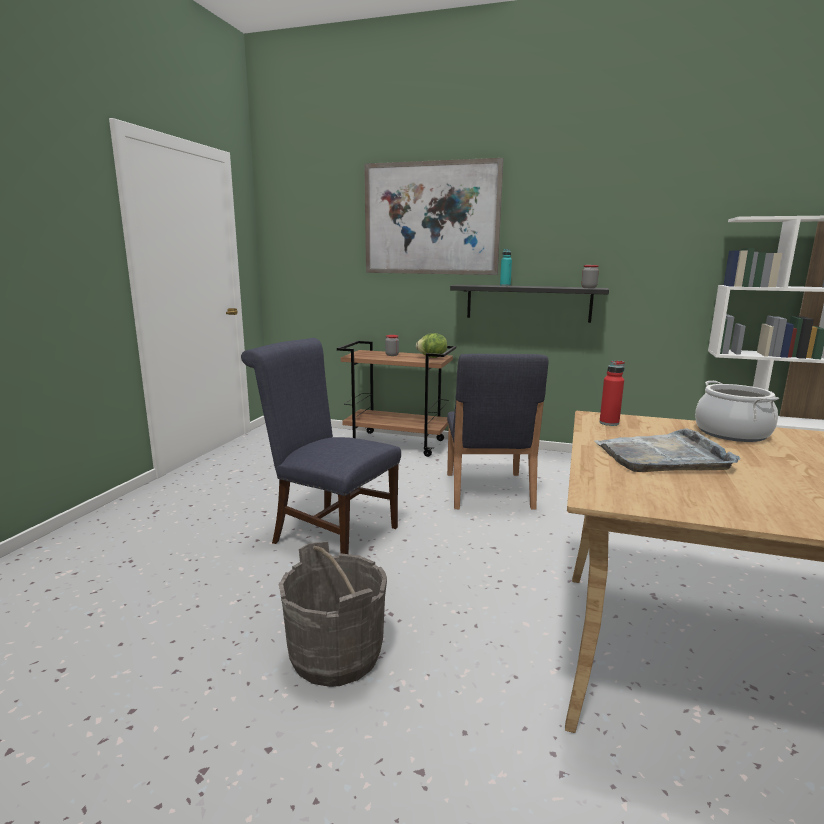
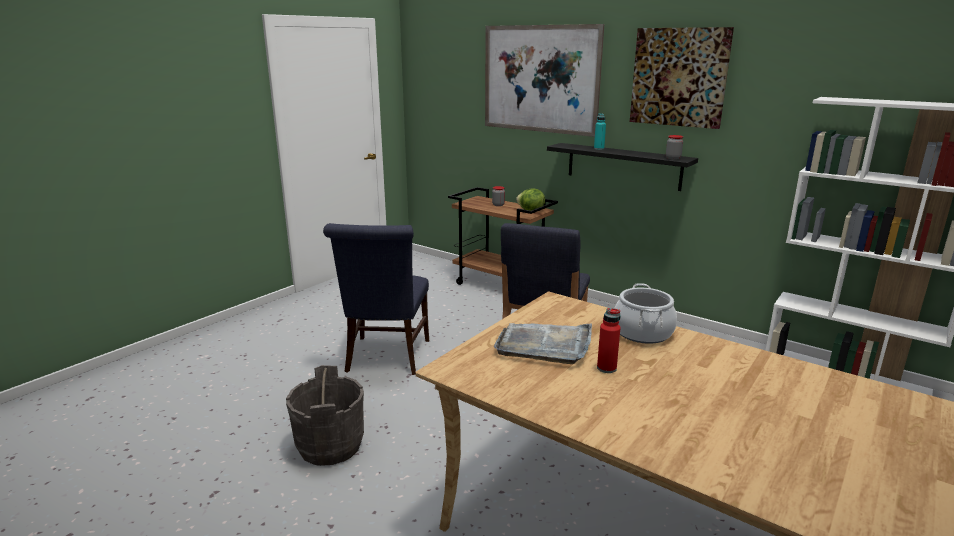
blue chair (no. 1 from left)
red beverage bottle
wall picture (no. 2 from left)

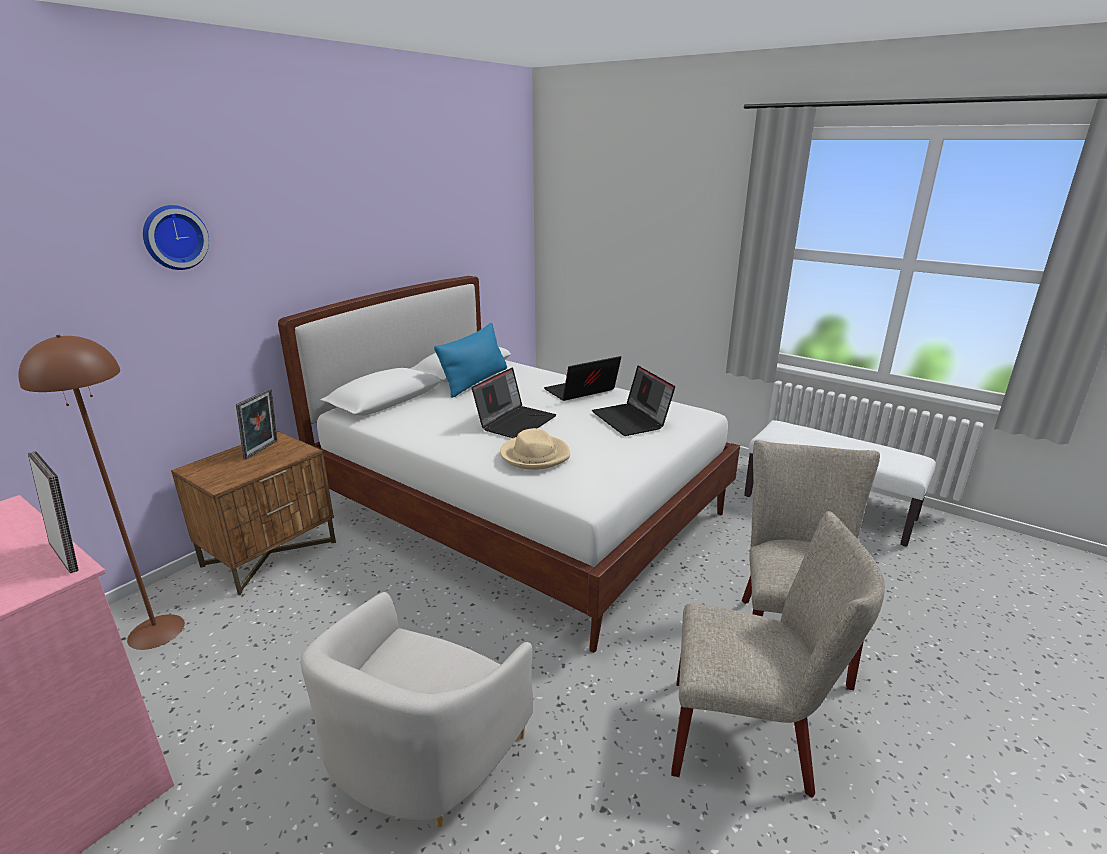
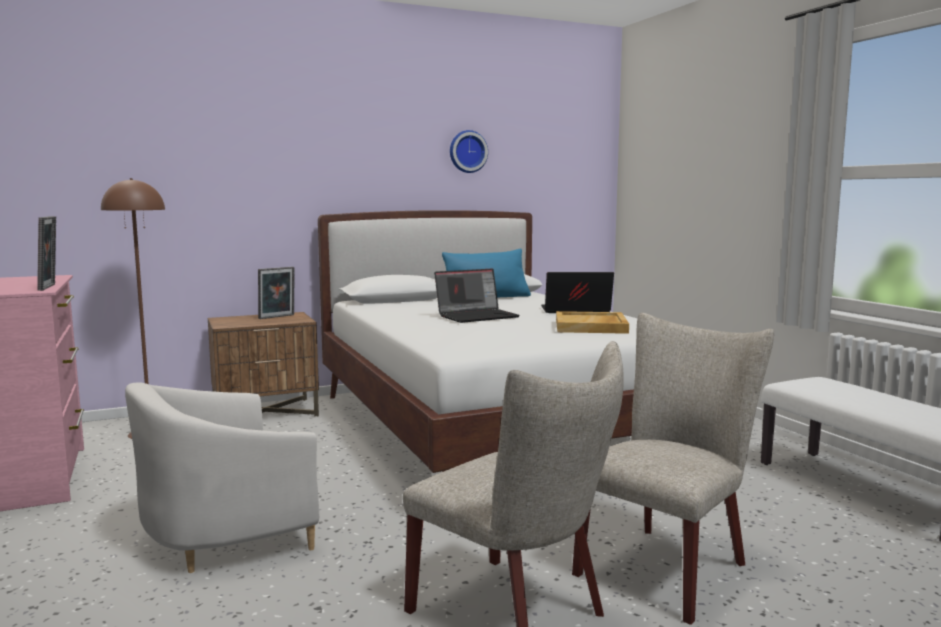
hanging clock
sand-coloured tray
sand-coloured wearable hat

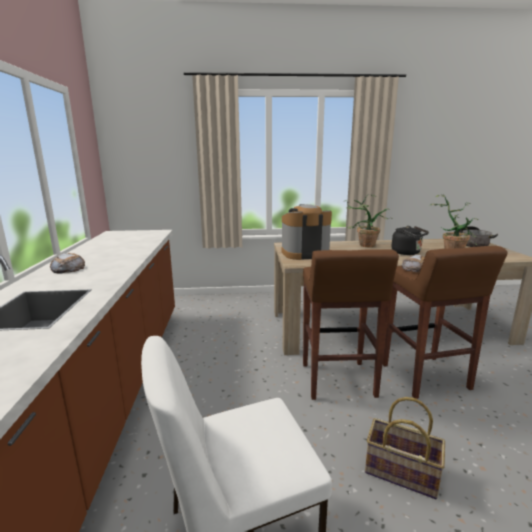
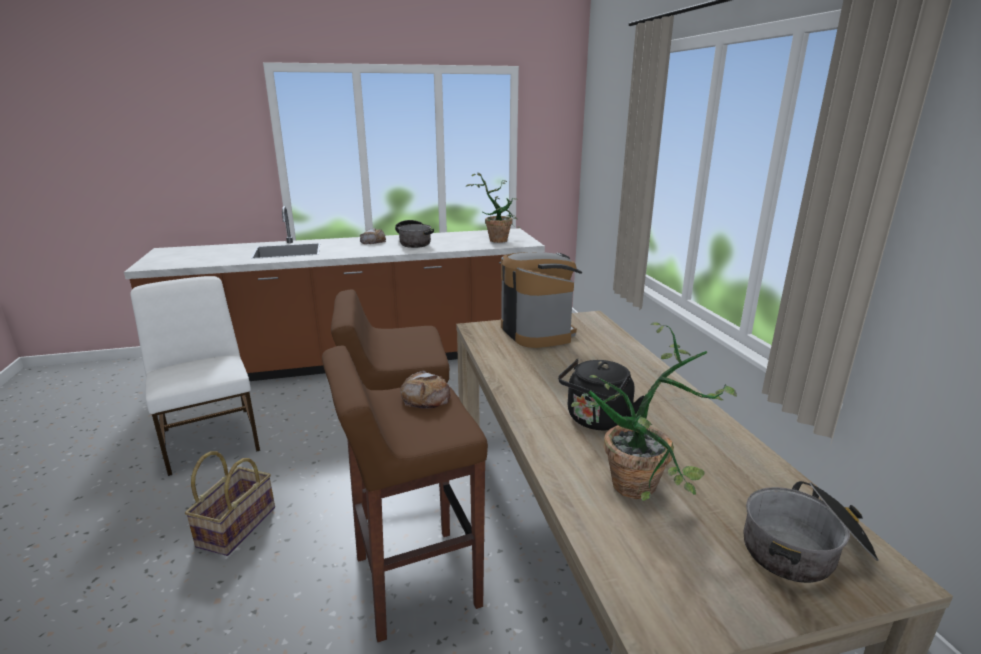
houseplant (no. 1 from left)
stockpot (no. 1 from left)

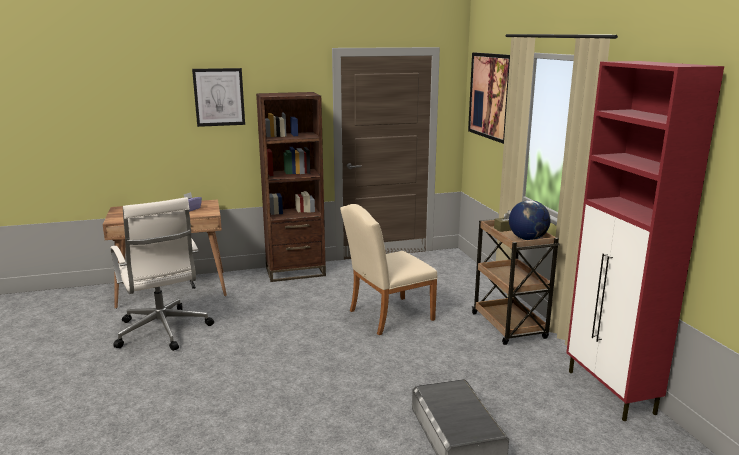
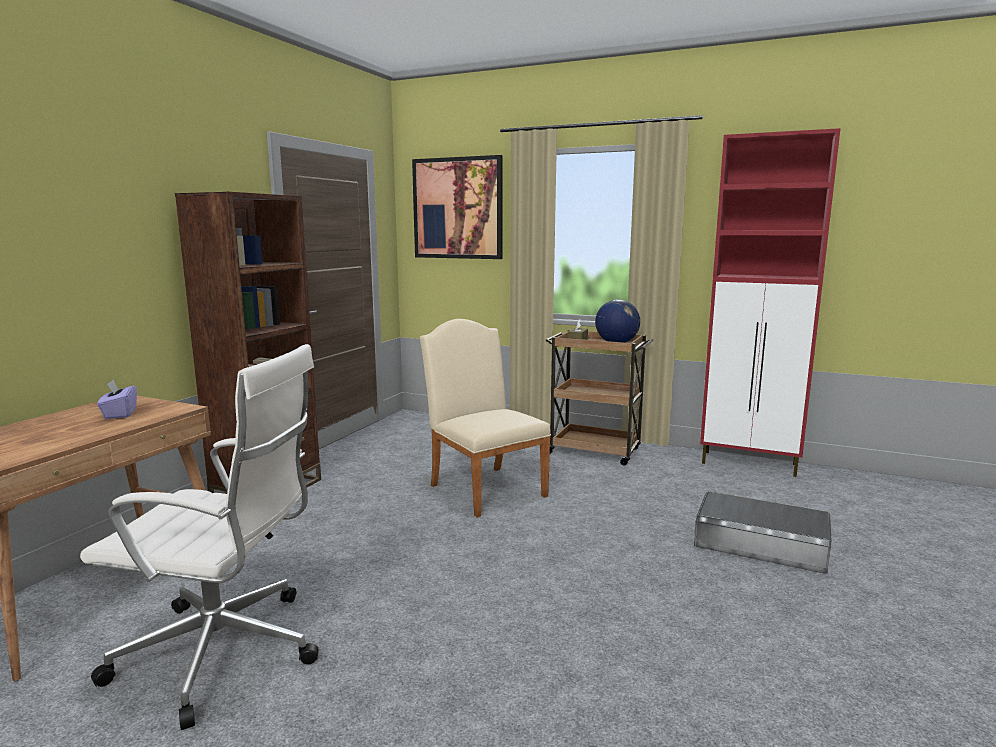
wall picture (no. 1 from left in the first image)
sand-coloured chair

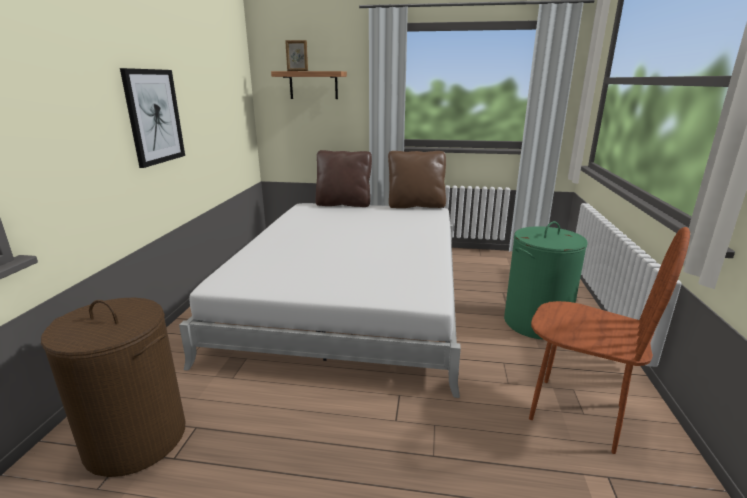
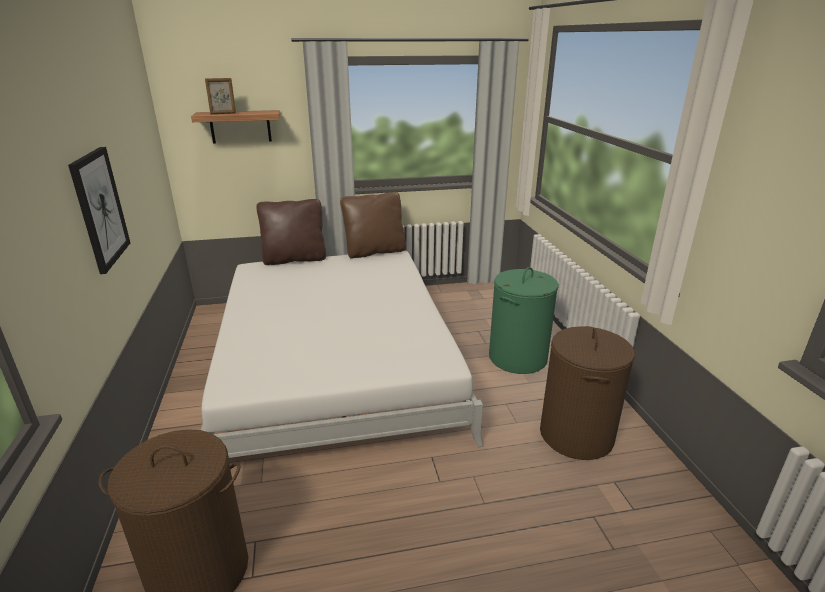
brown-coloured laundry basket (no. 2 from left)

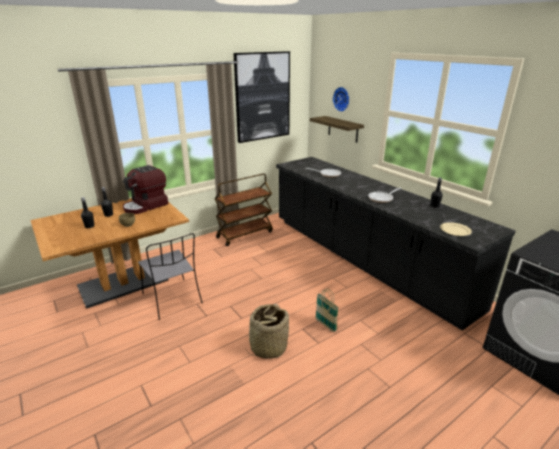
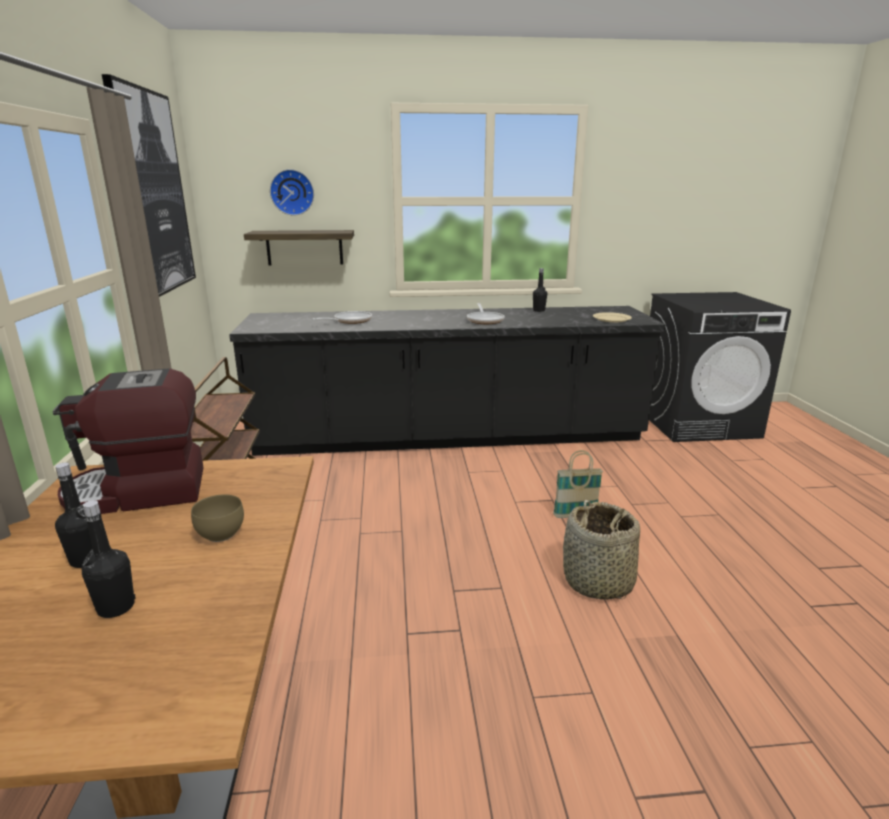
coffee maker
greyish chair

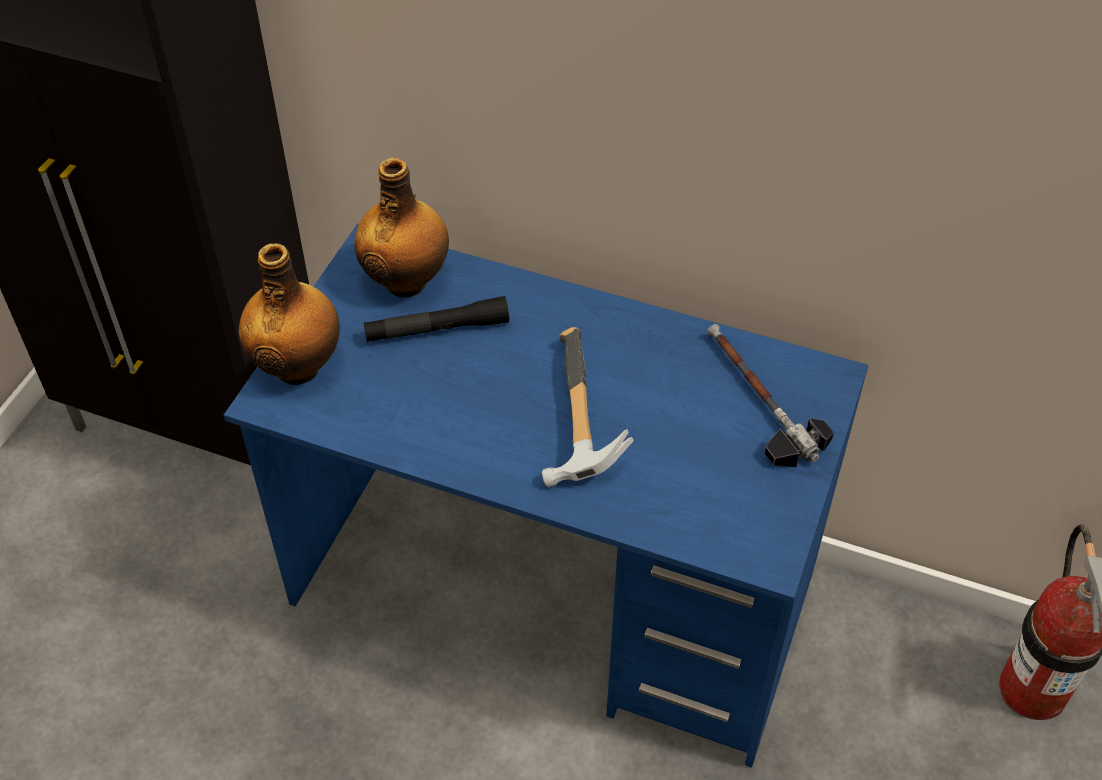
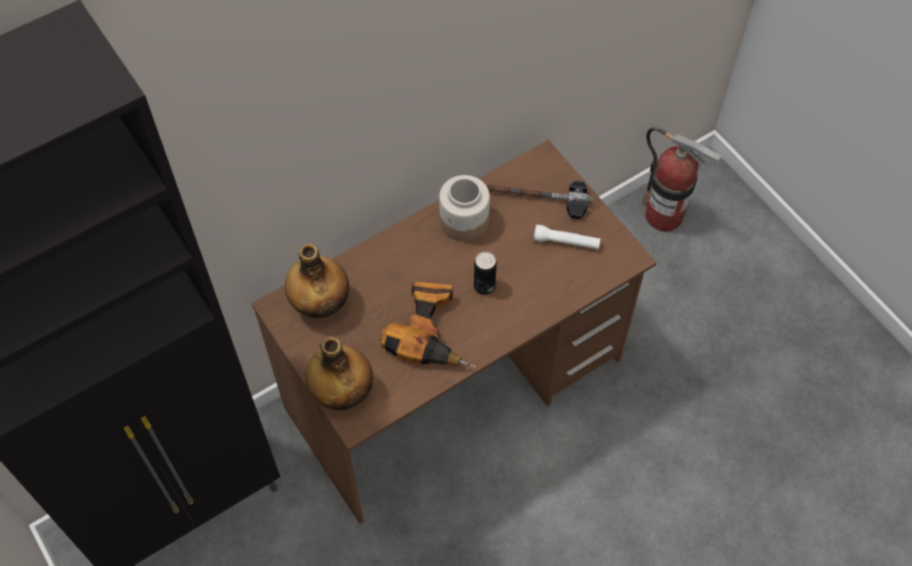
brown-coloured desk table
black-coloured hand torch
sealed can
jar
white hand torch
power drill

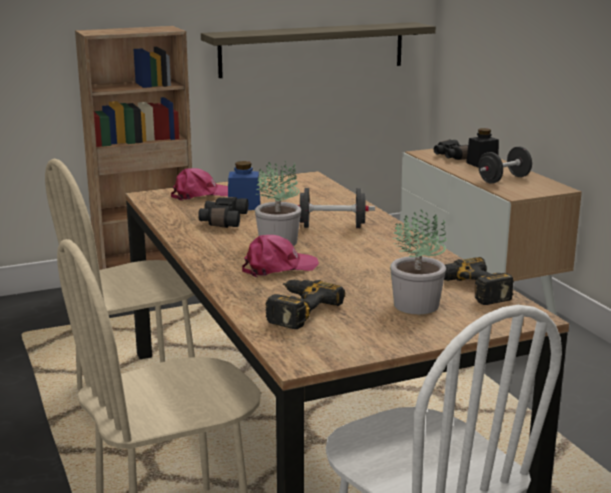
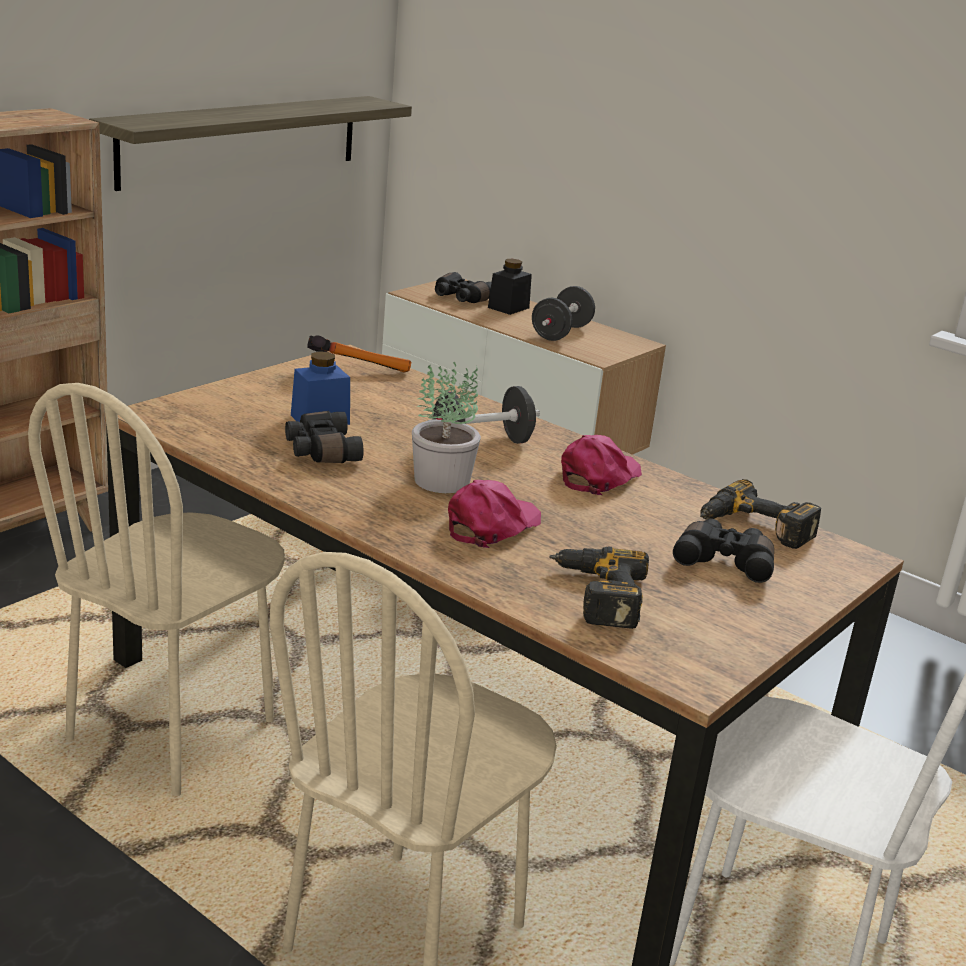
pink-coloured baseball cap (no. 2 from left)
black-coloured field glasses (no. 3 from left)
tool hammer

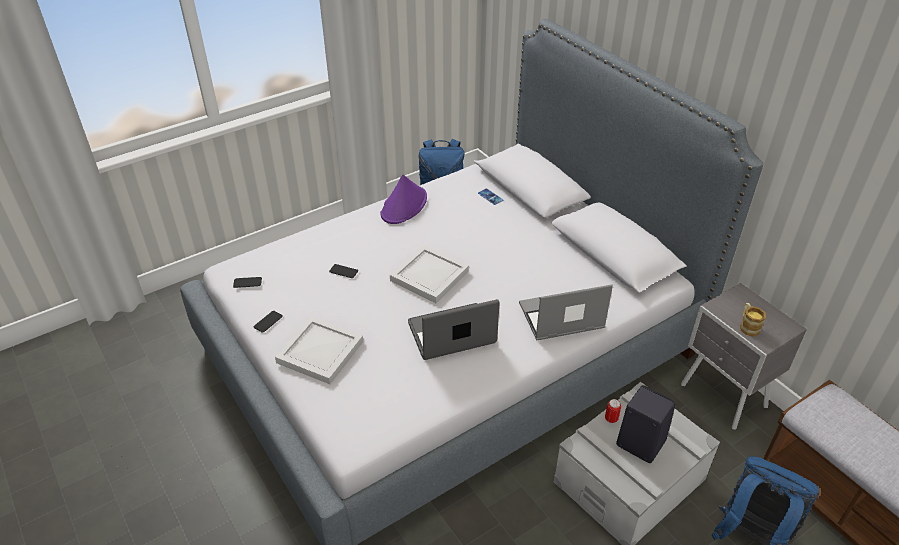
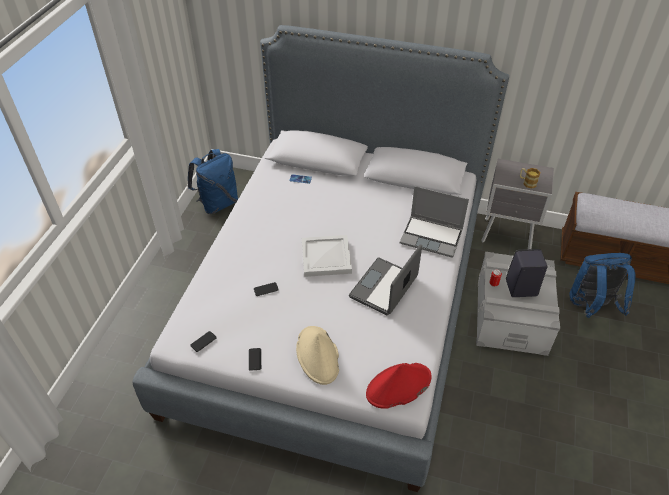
purple wearable hat
portable computer (no. 2 from left)
sand-coloured wearable hat
red wearable hat

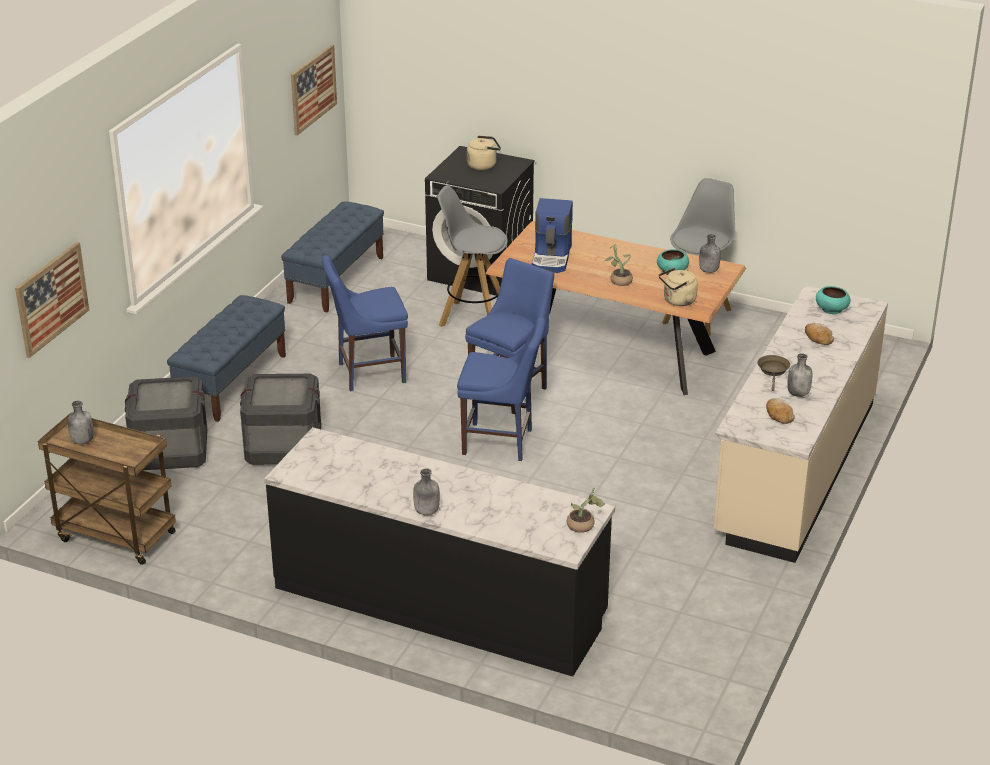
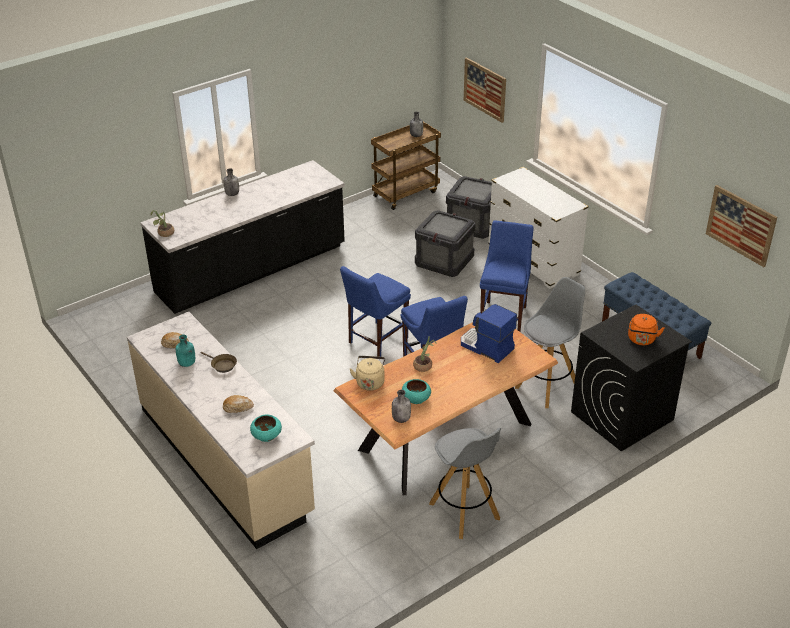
orange-coloured tea kettle
white drawer chest
turquoise-coloured beverage bottle

